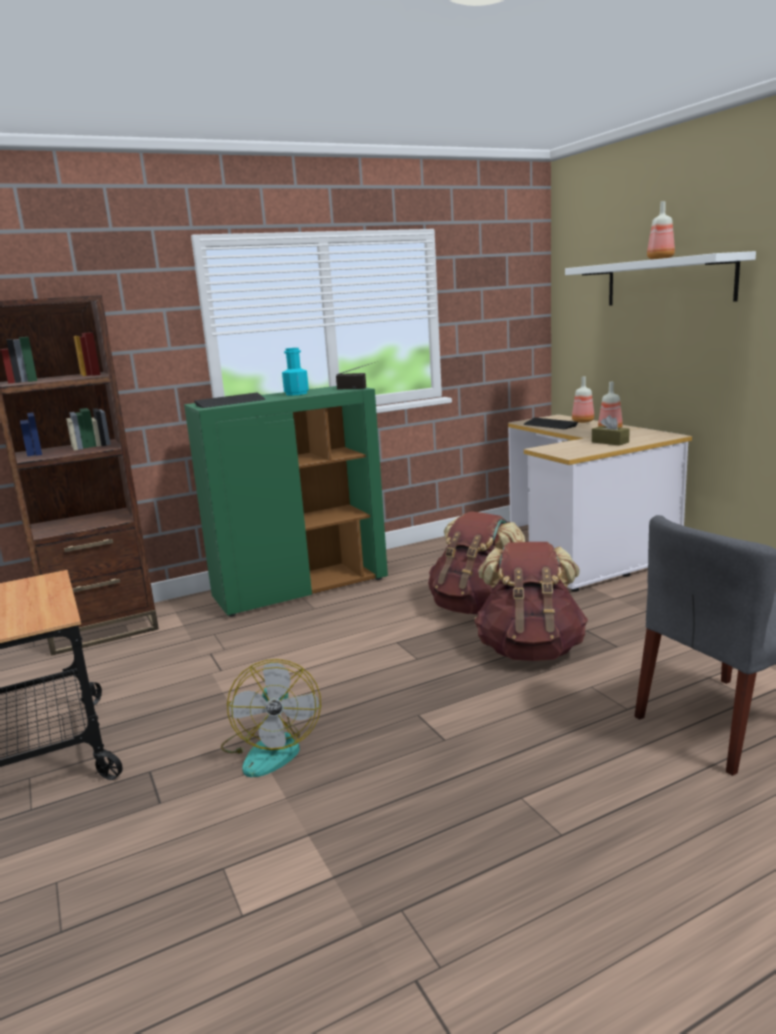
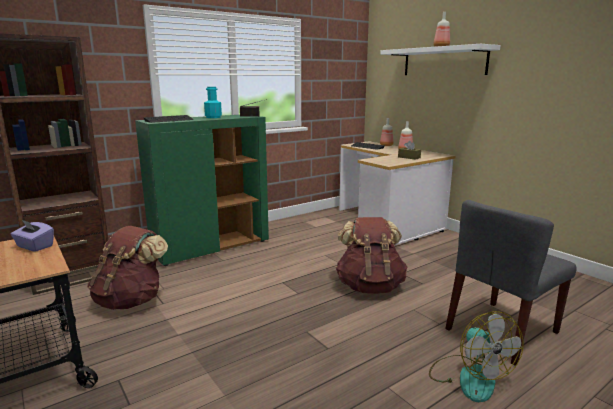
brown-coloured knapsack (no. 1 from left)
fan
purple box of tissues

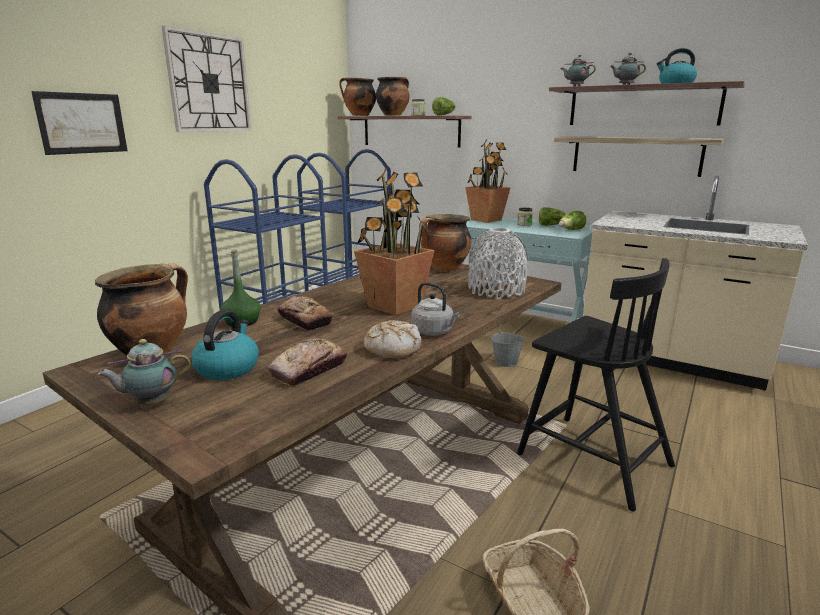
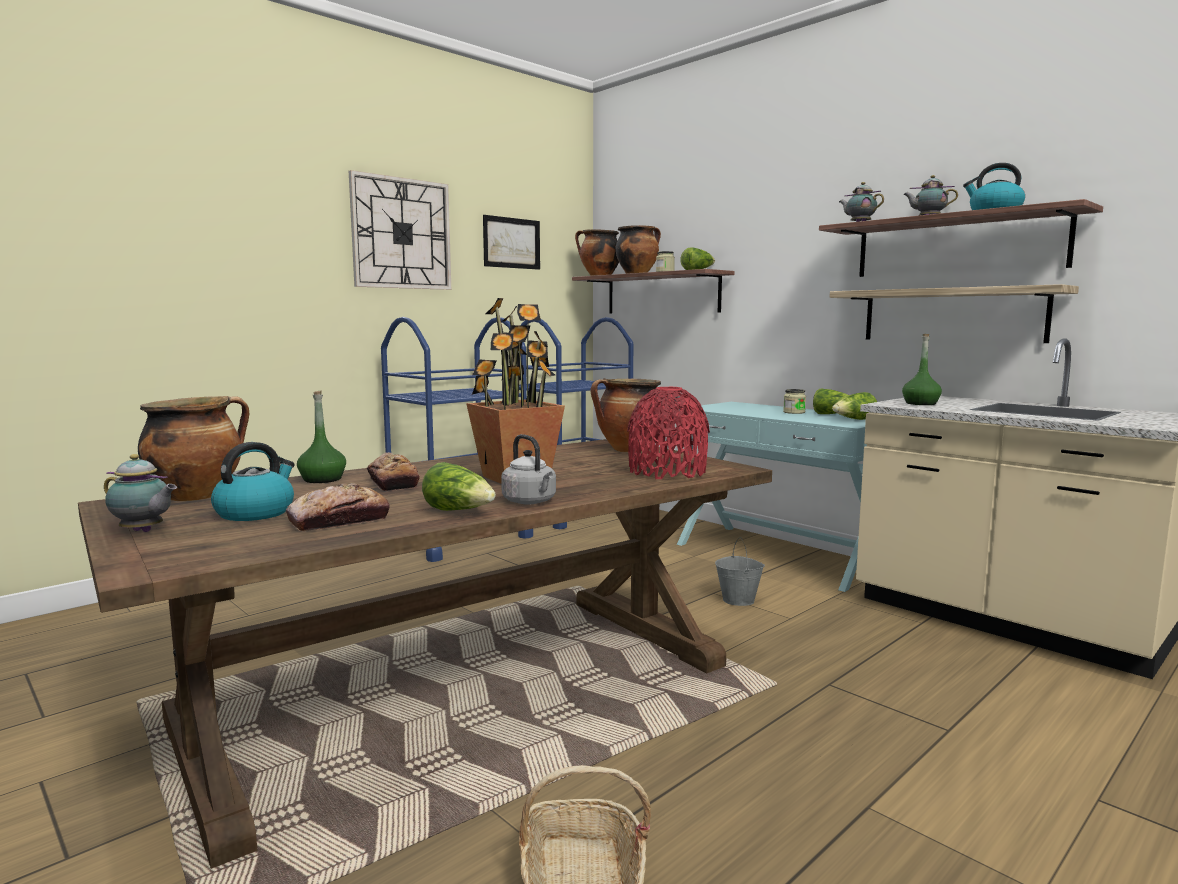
wall picture
houseplant (no. 2 from left in the first image)
red flower vase
black-coloured chair
lettuce (no. 1 from left)
teapot (no. 1 from left)
greenish beverage bottle (no. 2 from left)

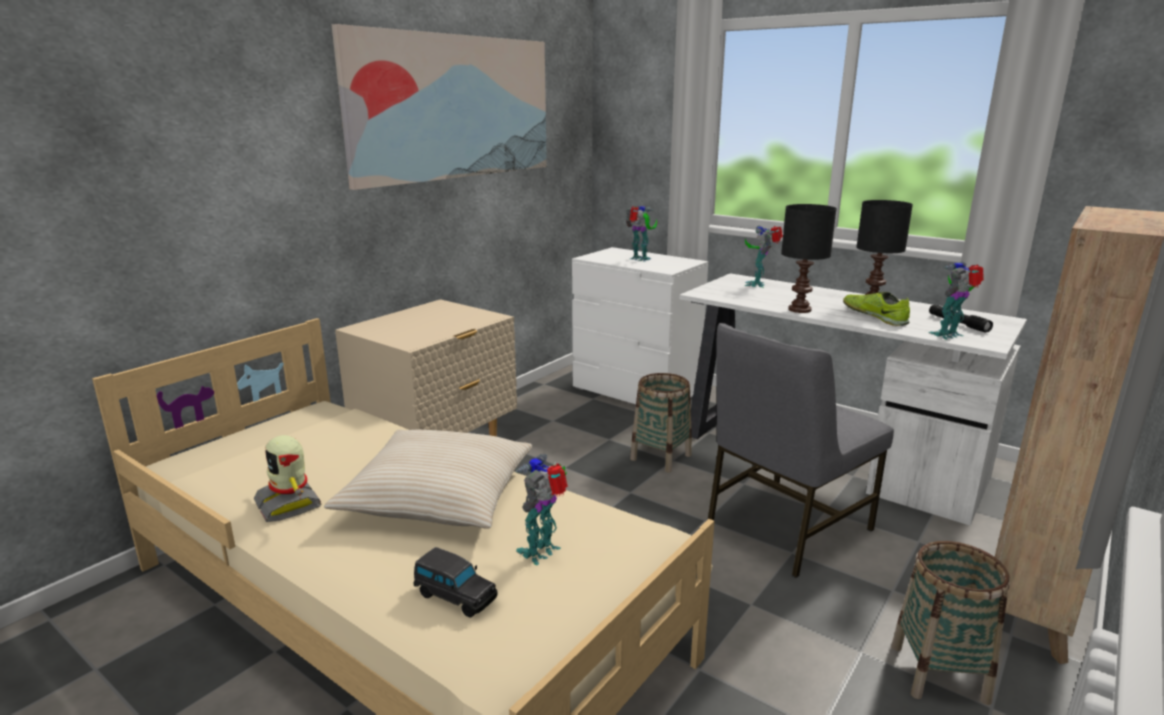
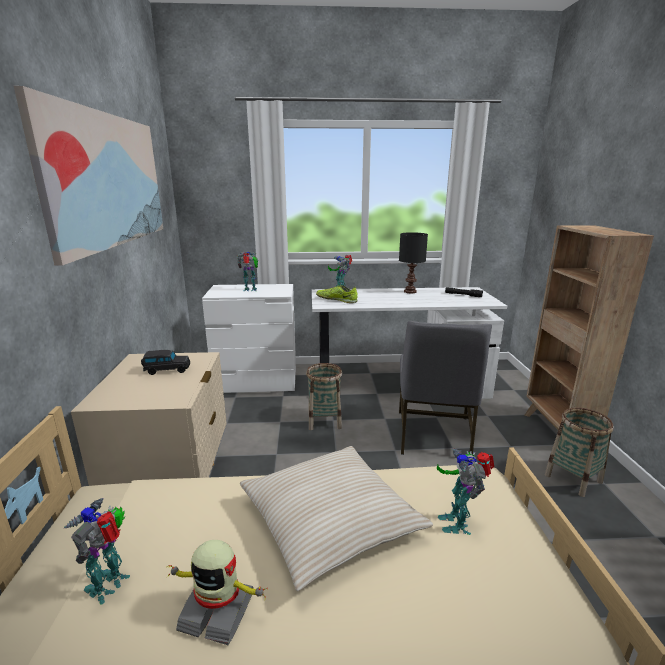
black-coloured tabletop lamp (no. 1 from left in the first image)
model robot (no. 1 from left)
item of footwear
black-coloured model car

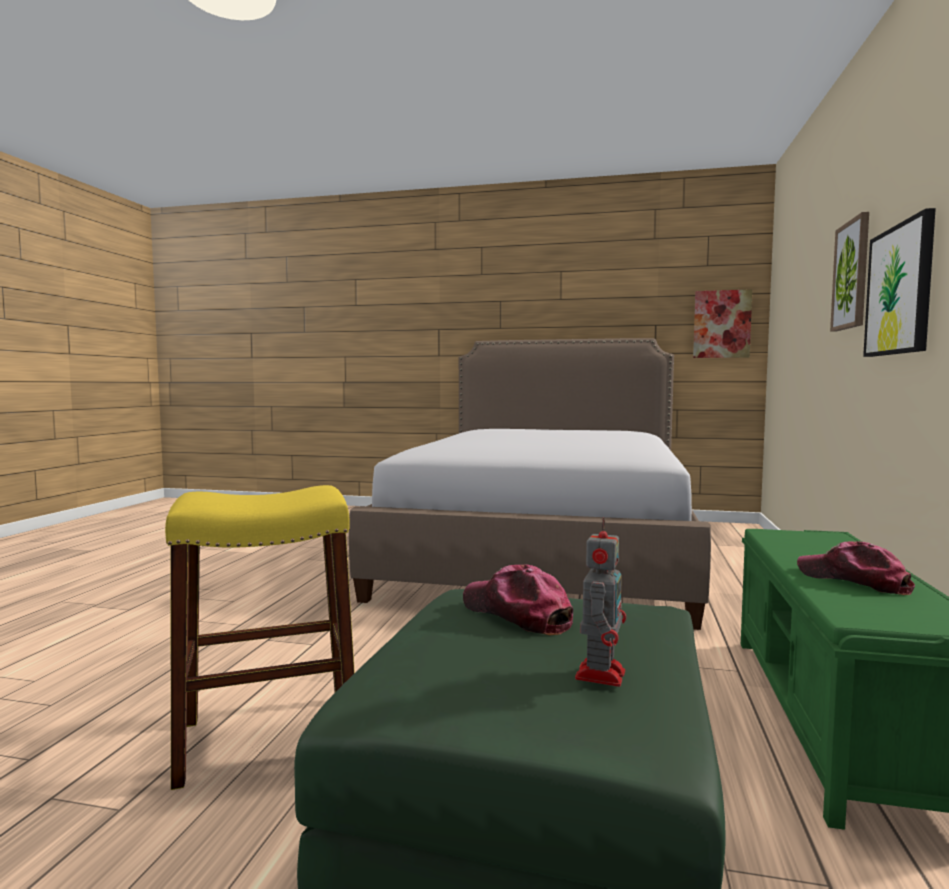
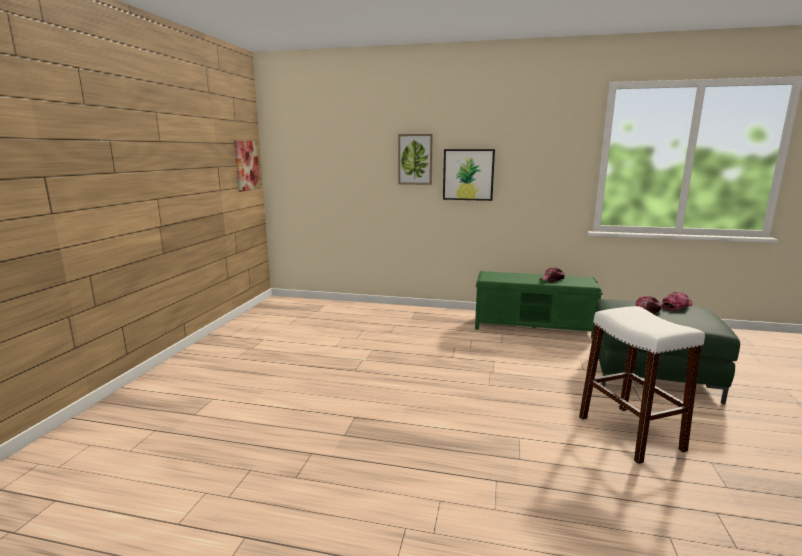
bed
white stool seat
baseball cap (no. 3 from left)

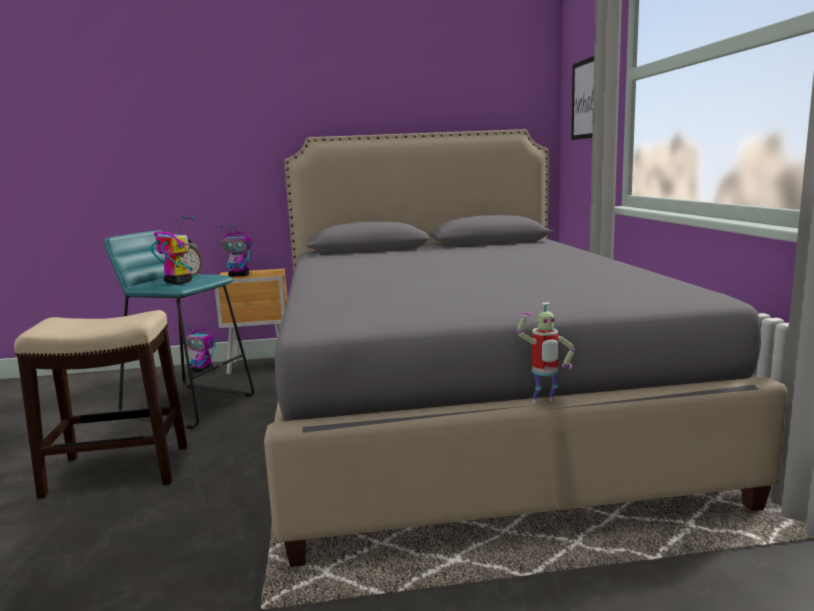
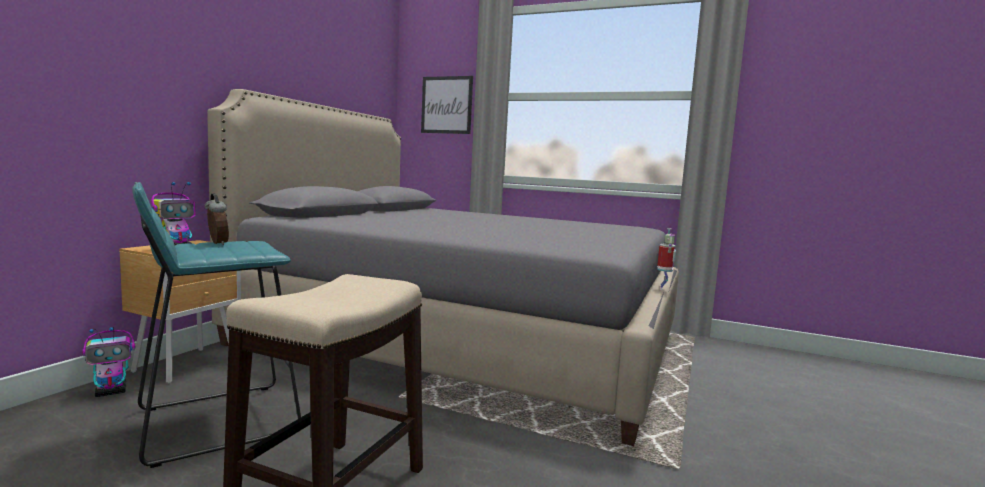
model robot (no. 1 from left in the first image)

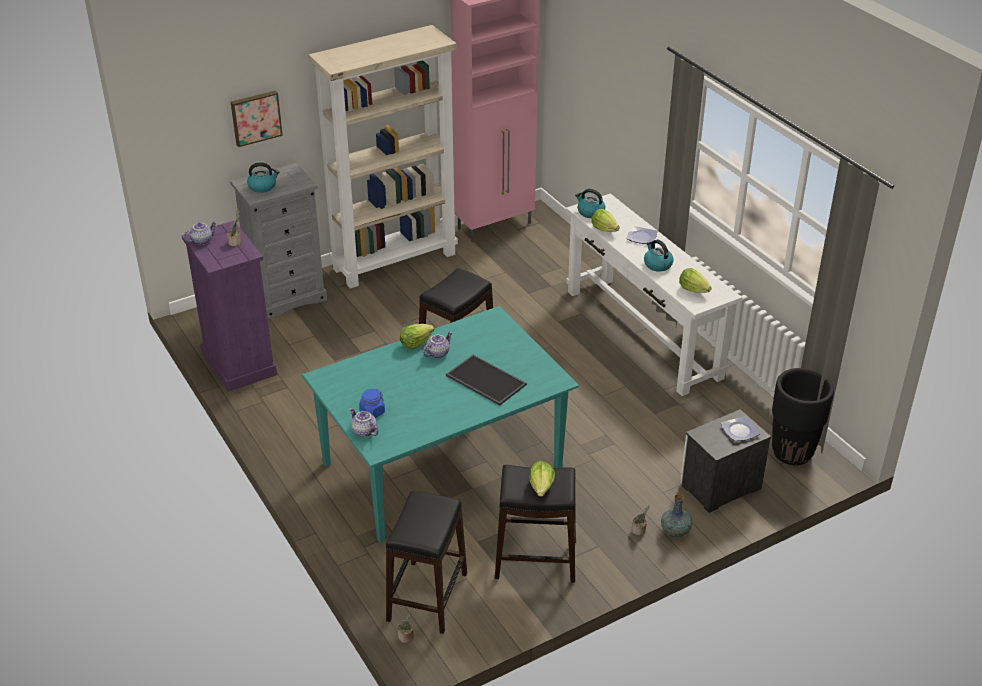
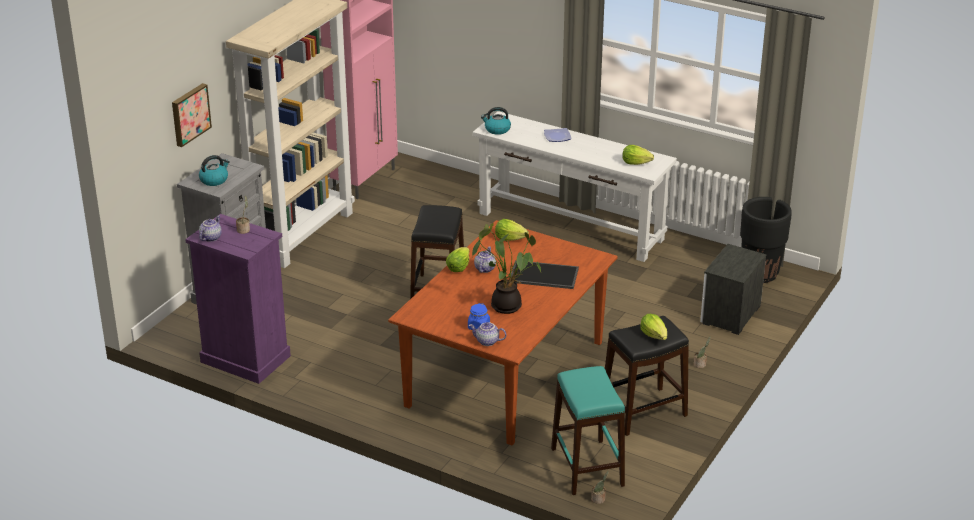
lettuce (no. 2 from left)
tea kettle (no. 3 from left in the first image)
brown-coloured dinner table
plate (no. 2 from left in the first image)
turquoise-coloured stool seat
flower vase
houseplant (no. 2 from left)

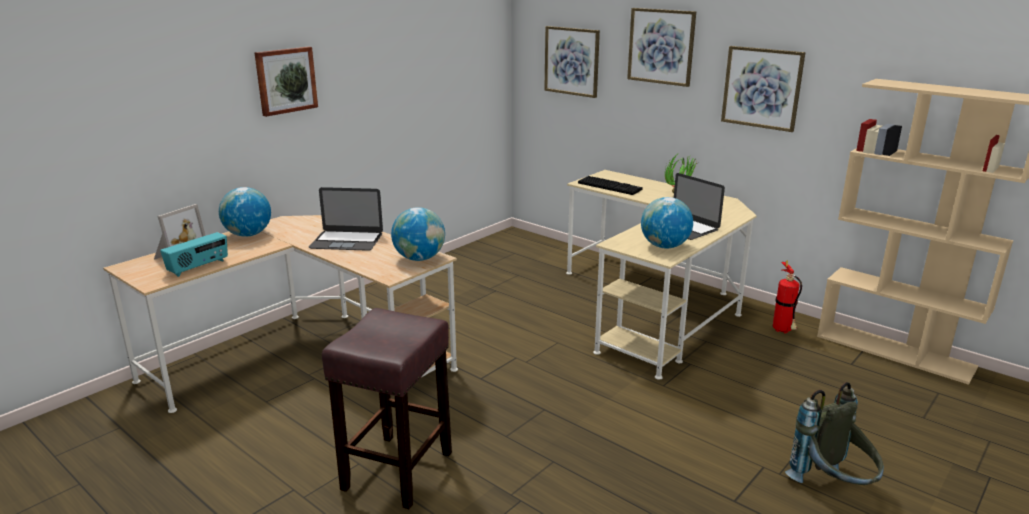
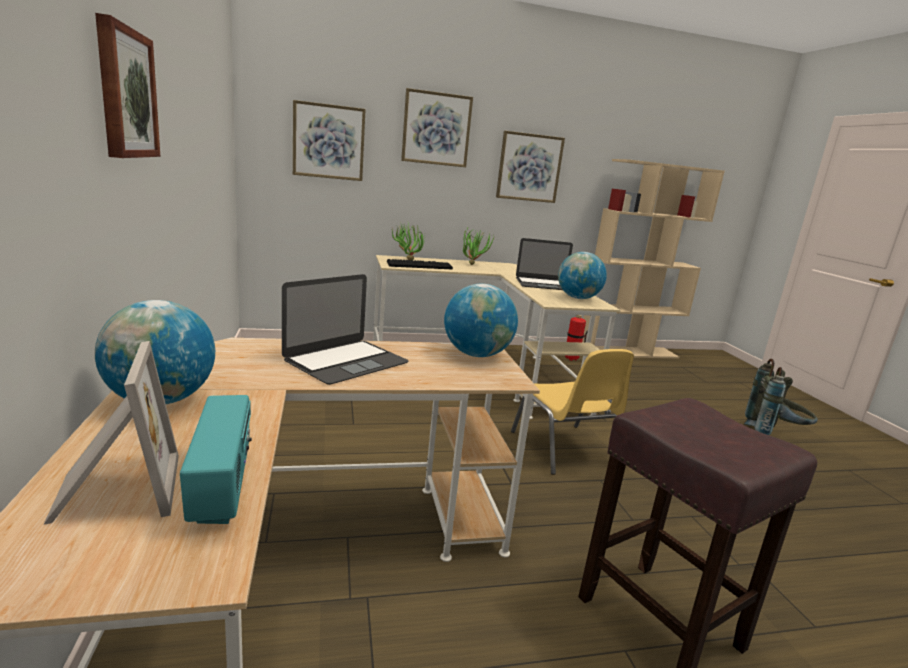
houseplant (no. 1 from left)
yellowish chair

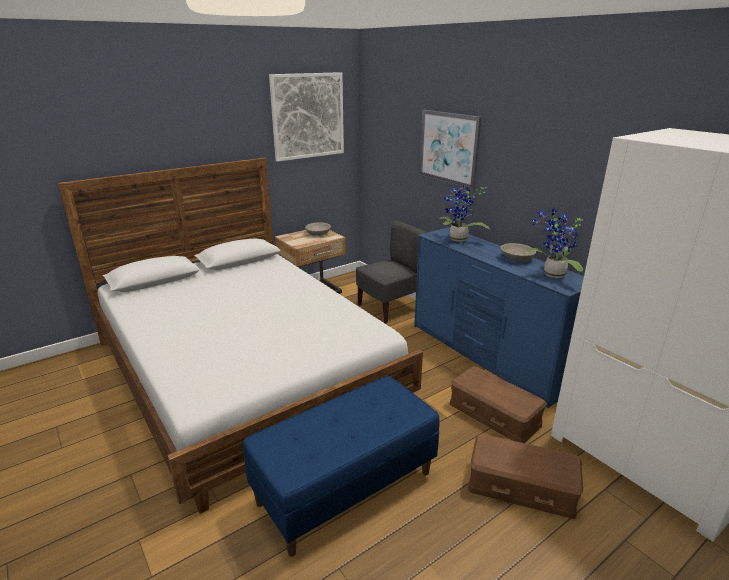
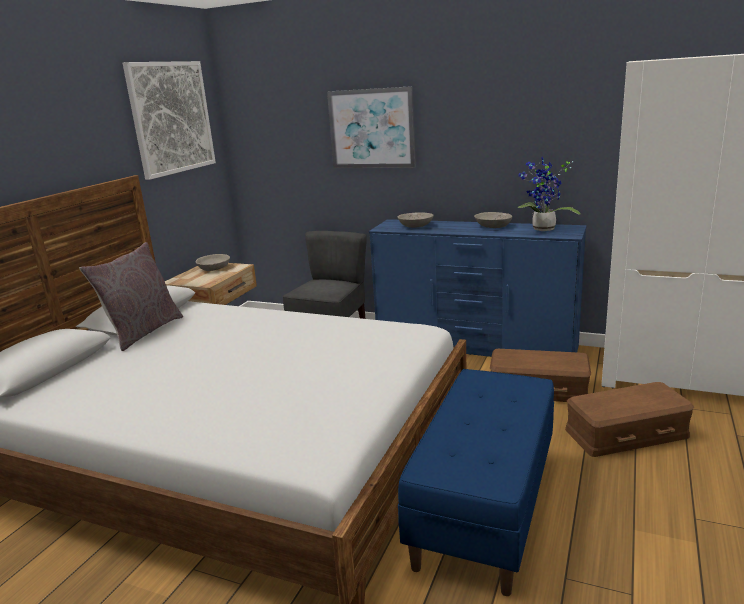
greyish bowl (no. 2 from left)
greyish throw pillow

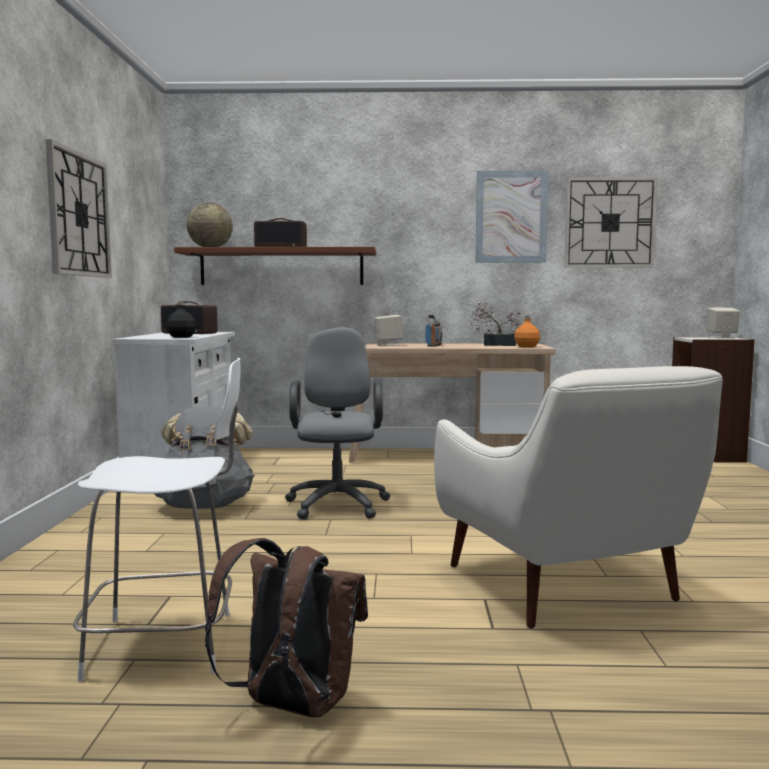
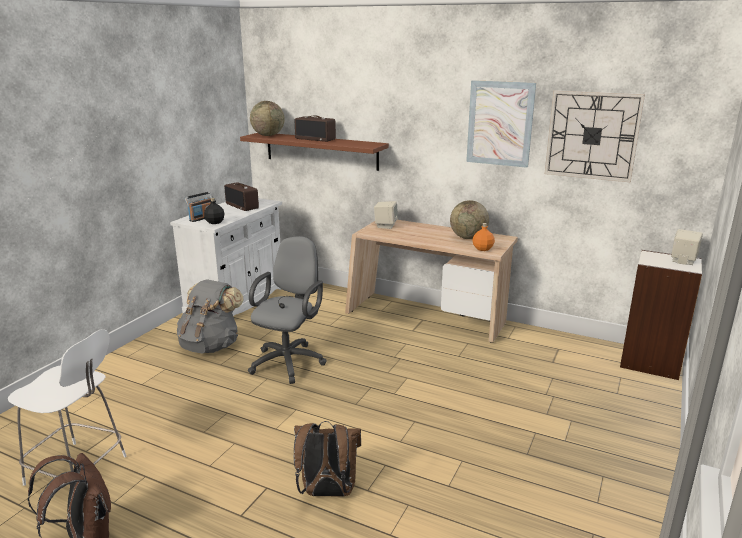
hanging clock (no. 1 from left in the first image)
desk globe (no. 2 from left)
radio (no. 1 from left)
brown-coloured knapsack (no. 2 from left)

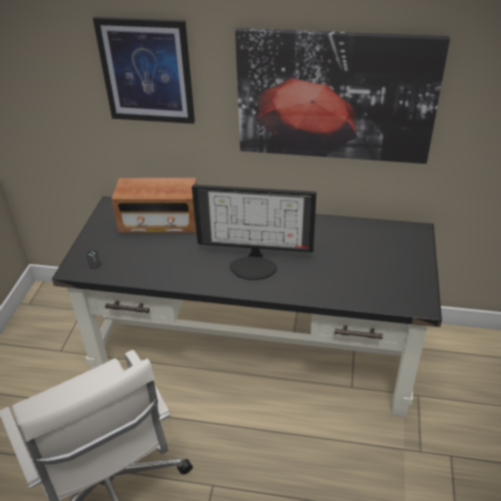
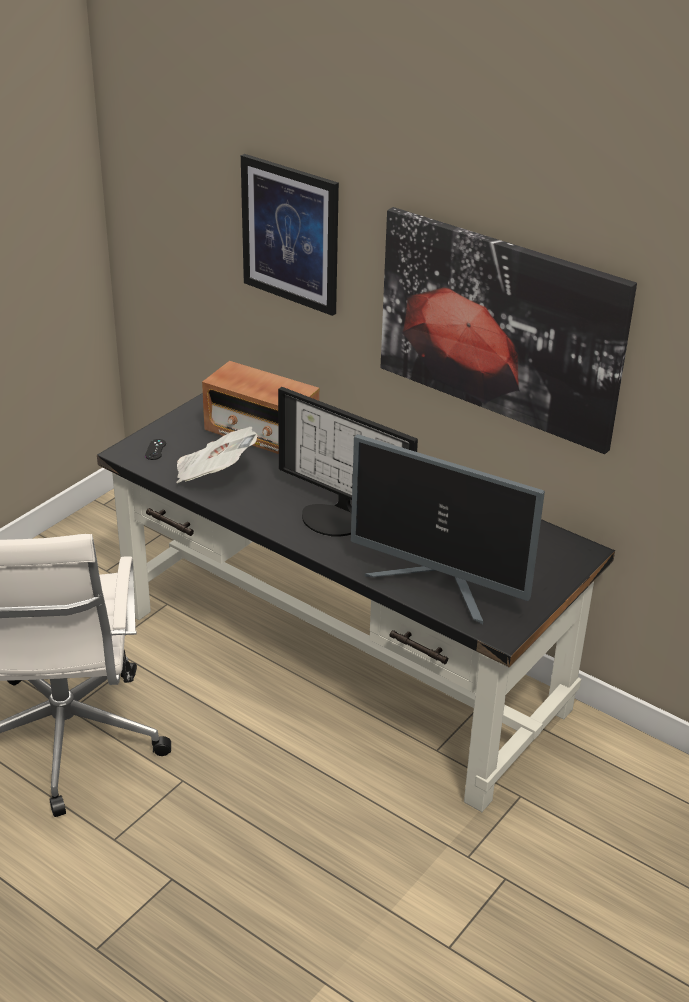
daily paper
computer display (no. 2 from left)

